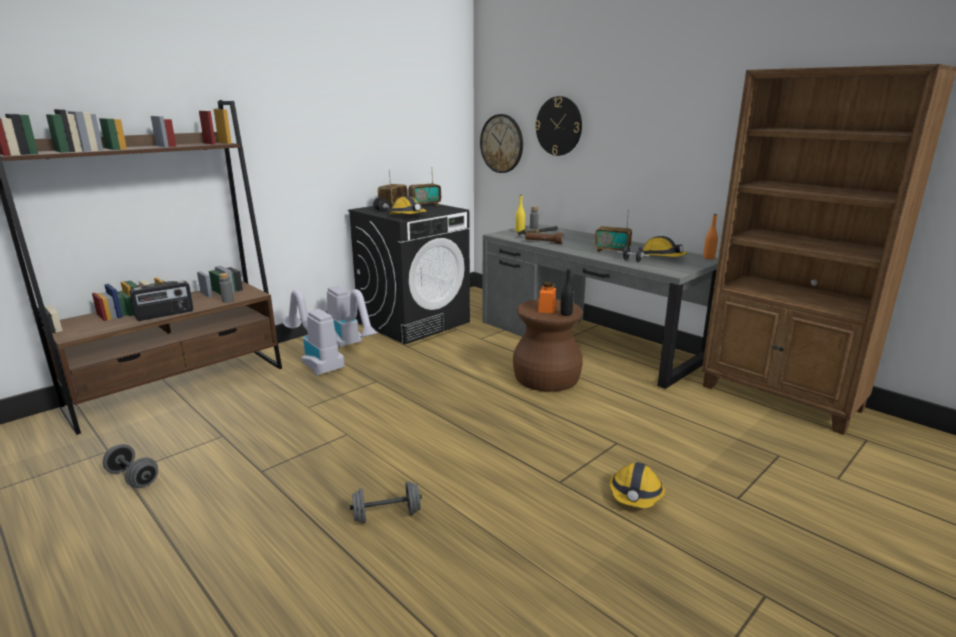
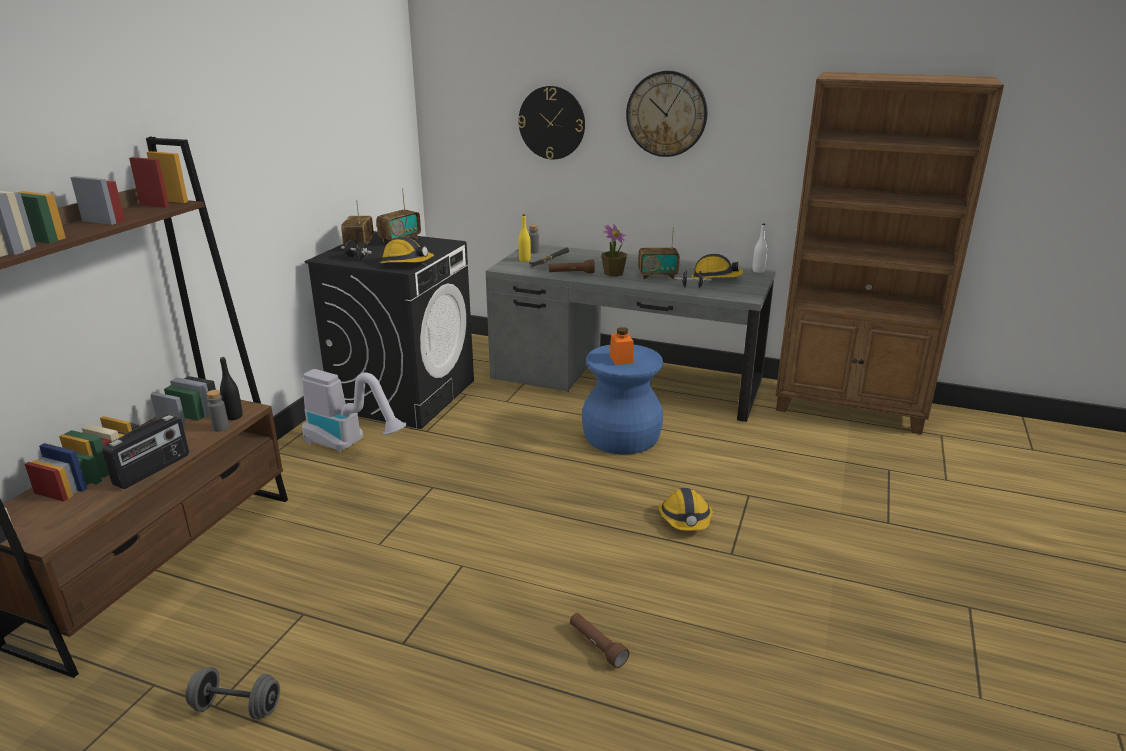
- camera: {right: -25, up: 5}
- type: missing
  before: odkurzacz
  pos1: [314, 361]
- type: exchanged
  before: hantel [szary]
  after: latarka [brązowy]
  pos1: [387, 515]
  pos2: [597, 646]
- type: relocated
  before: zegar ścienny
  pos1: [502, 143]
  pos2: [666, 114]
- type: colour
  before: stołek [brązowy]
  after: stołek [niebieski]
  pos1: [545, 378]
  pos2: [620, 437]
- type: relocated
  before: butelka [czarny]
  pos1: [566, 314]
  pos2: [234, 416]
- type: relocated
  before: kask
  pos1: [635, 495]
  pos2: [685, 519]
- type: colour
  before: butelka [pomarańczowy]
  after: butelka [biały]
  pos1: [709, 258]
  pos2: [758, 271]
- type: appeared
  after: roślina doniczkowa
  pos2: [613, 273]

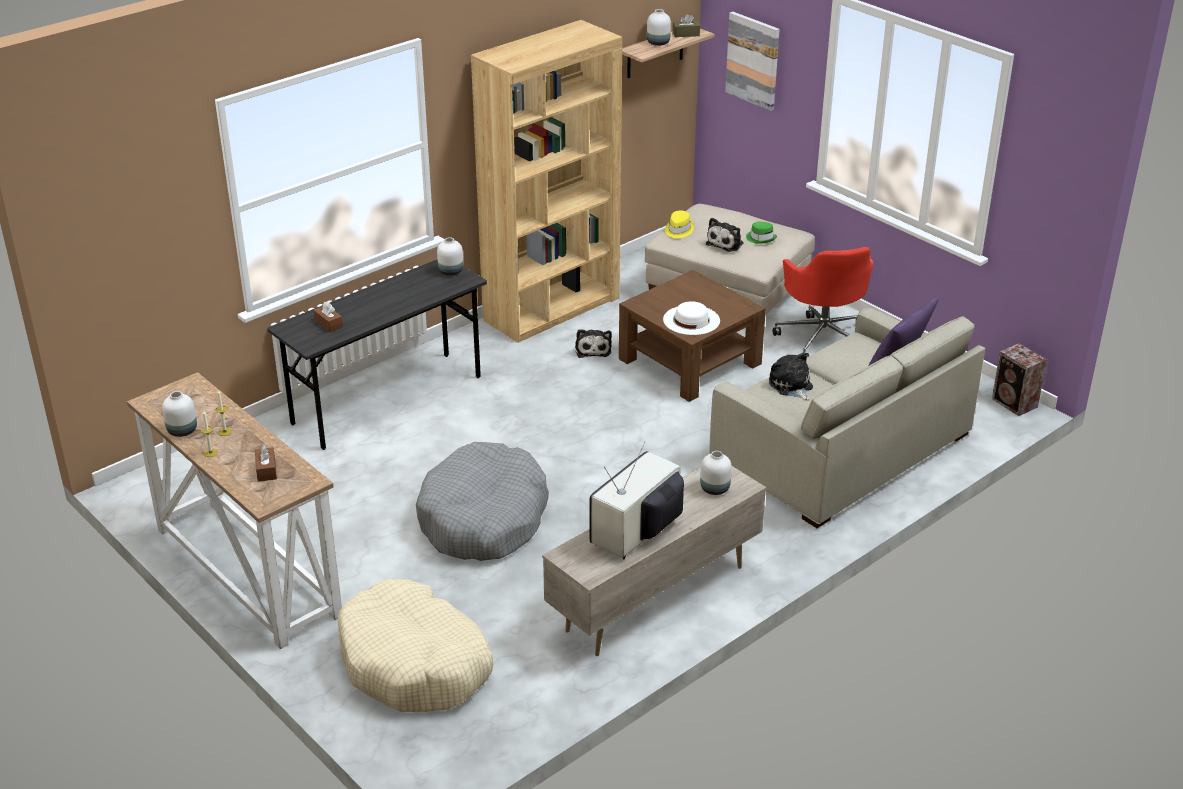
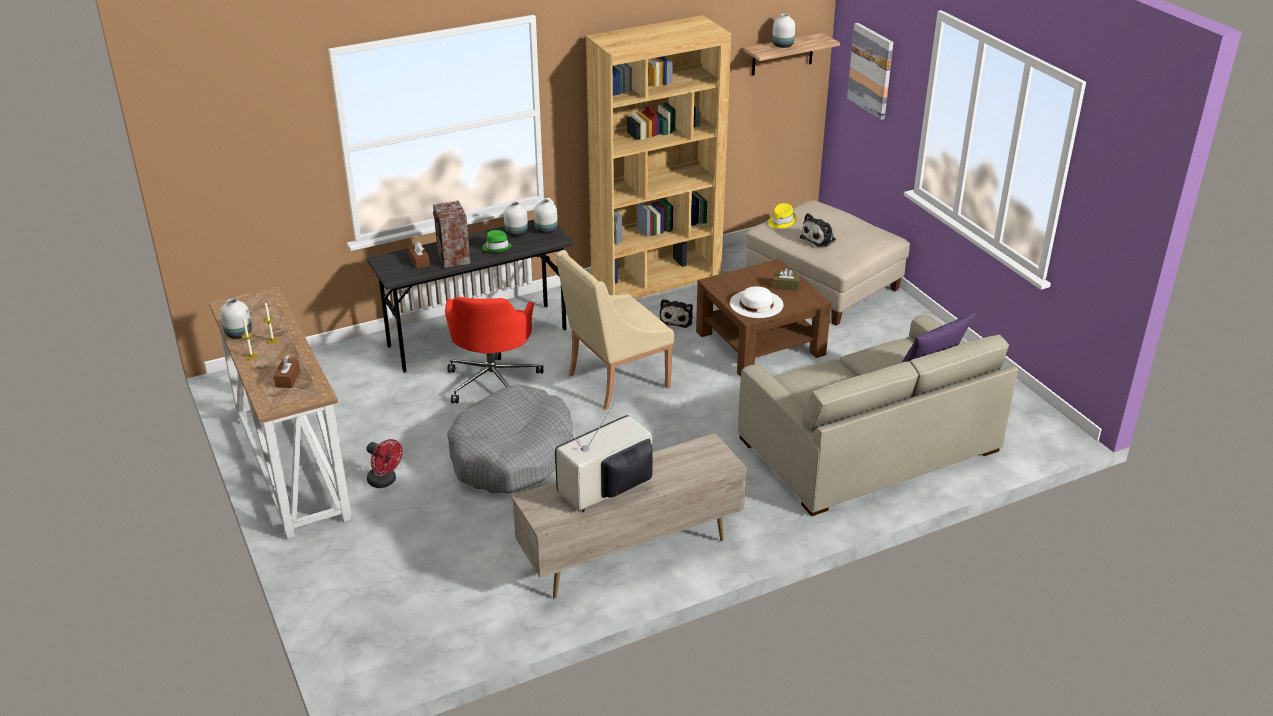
- camera: {right: 15, up: 0}
- type: missing
  before: legowisko [beżowy]
  pos1: [414, 663]
- type: relocated
  before: pudełko chusteczek [brązowy]
  pos1: [686, 34]
  pos2: [786, 286]
- type: relocated
  before: wazon [biały]
  pos1: [715, 488]
  pos2: [517, 232]
- type: relocated
  before: kapelusz [zielony]
  pos1: [761, 238]
  pos2: [497, 247]
- type: missing
  before: pluszak
  pos1: [791, 386]
- type: relocated
  before: krzesło biurowe [czerwony]
  pos1: [823, 337]
  pos2: [493, 381]
- type: relocated
  before: głośnik
  pos1: [1015, 404]
  pos2: [453, 258]
- type: appeared
  after: wentylator [czerwony]
  pos2: [385, 481]
- type: appeared
  after: fotel [beżowy]
  pos2: [615, 381]

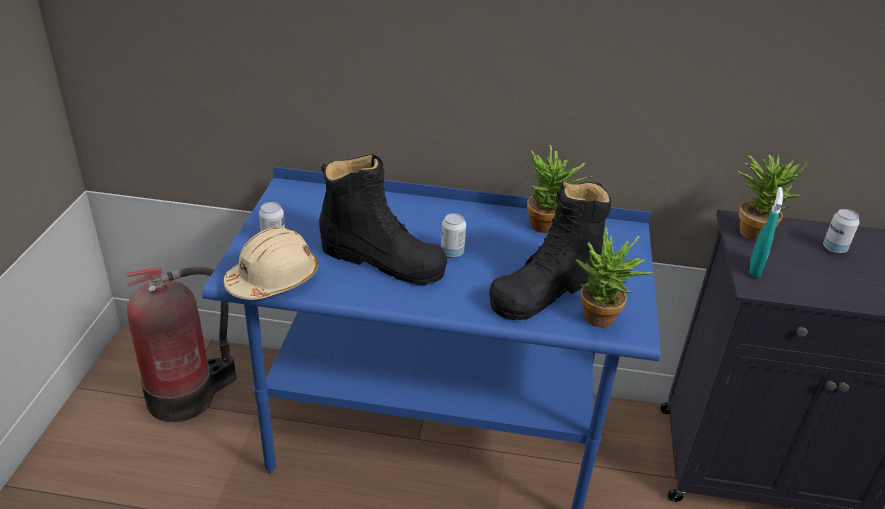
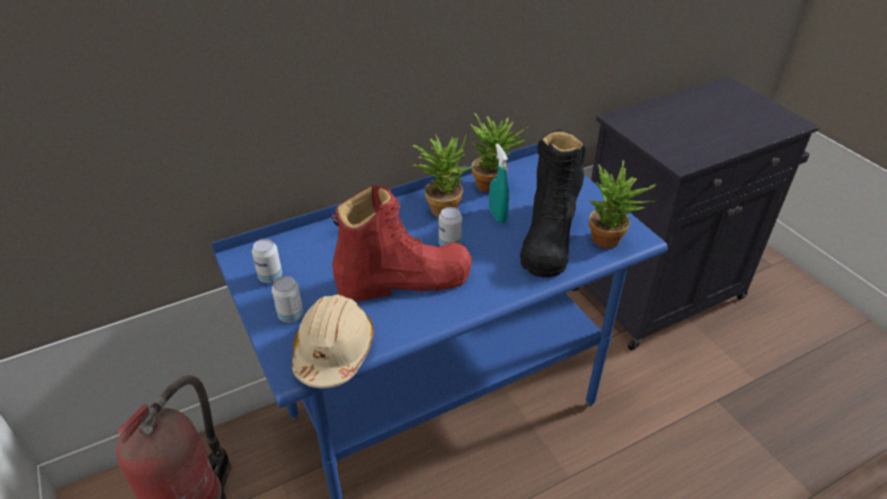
- camera: {right: -35, up: 5}
- type: colour
  before: but z cholewką [czarny]
  after: but z cholewką [czerwony]
  pos1: [382, 260]
  pos2: [404, 280]
- type: relocated
  before: roślina doniczkowa
  pos1: [754, 230]
  pos2: [442, 206]
- type: relocated
  before: spryskiwacz [turkusowy]
  pos1: [755, 269]
  pos2: [497, 215]
- type: relocated
  before: puszka
  pos1: [834, 248]
  pos2: [270, 276]

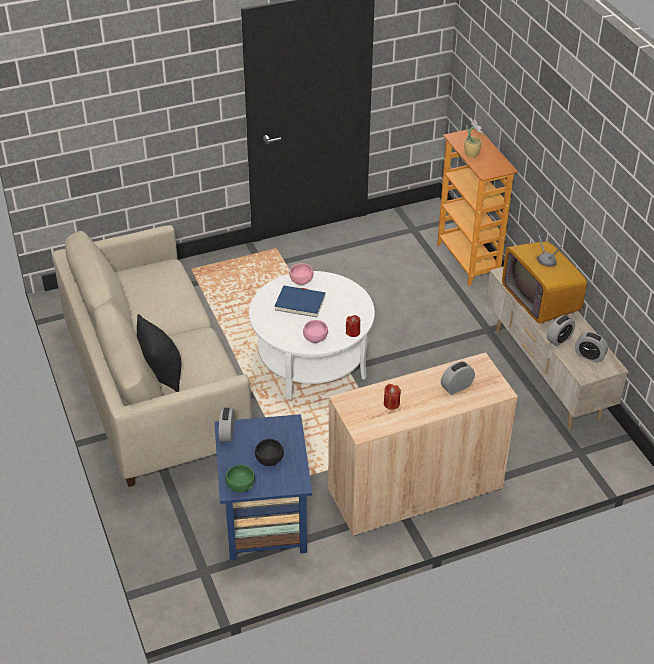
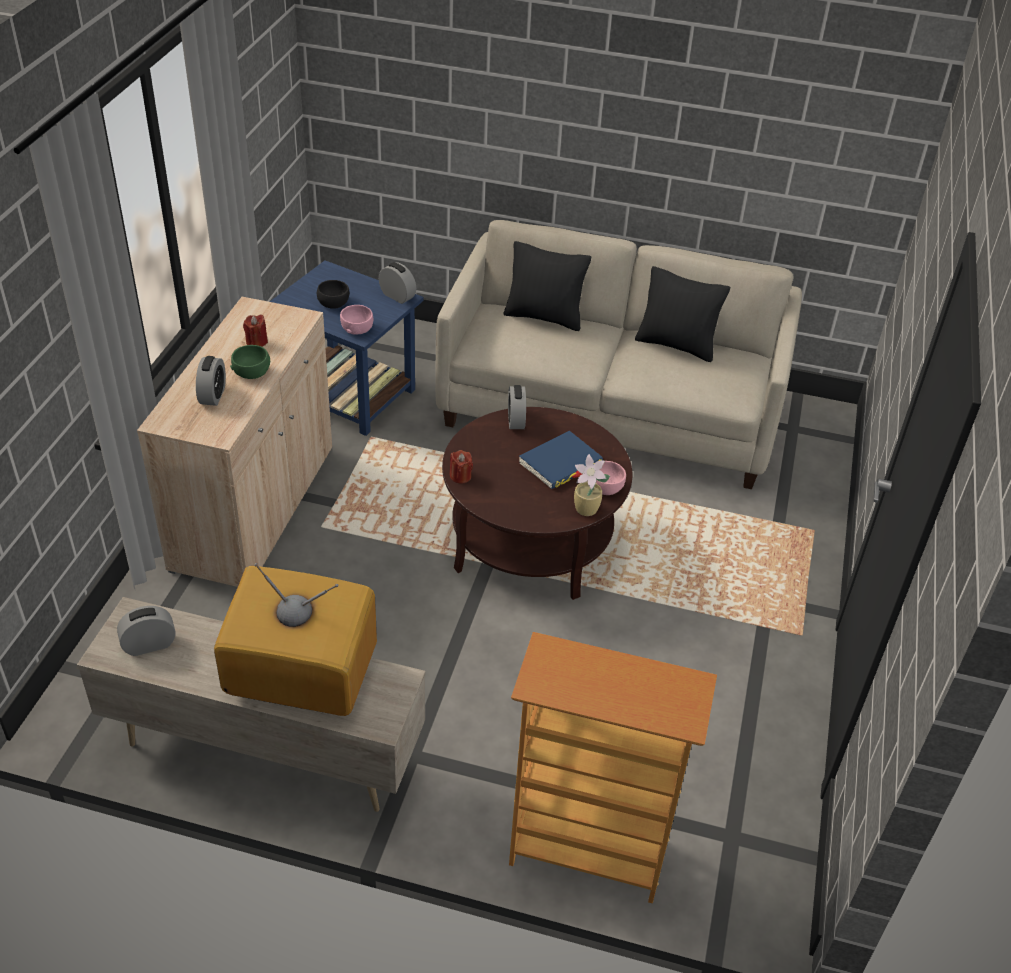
- camera: {right: 125, up: 0}
- type: relocated
  before: miska [zielony]
  pos1: [240, 485]
  pos2: [252, 372]
- type: colour
  before: ława [biały]
  after: ława [brązowy]
  pos1: [311, 361]
  pos2: [531, 541]
- type: relocated
  before: miska [różowy]
  pos1: [315, 338]
  pos2: [357, 329]
- type: relocated
  before: roślina doniczkowa
  pos1: [472, 153]
  pos2: [587, 510]
- type: relocated
  before: budzik
  pos1: [559, 339]
  pos2: [516, 420]
- type: appeared
  after: poduszka [czarny]
  pos2: [676, 345]

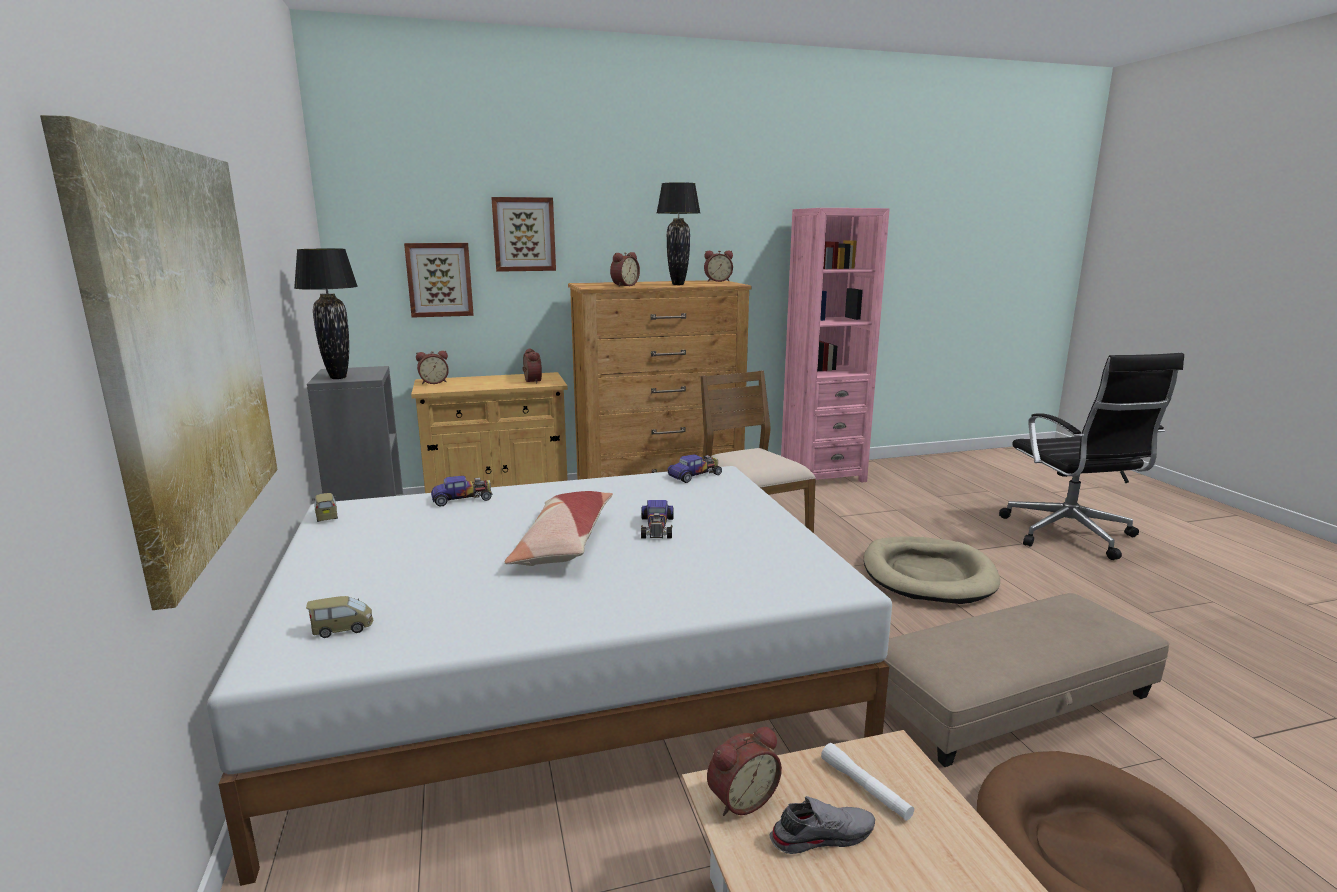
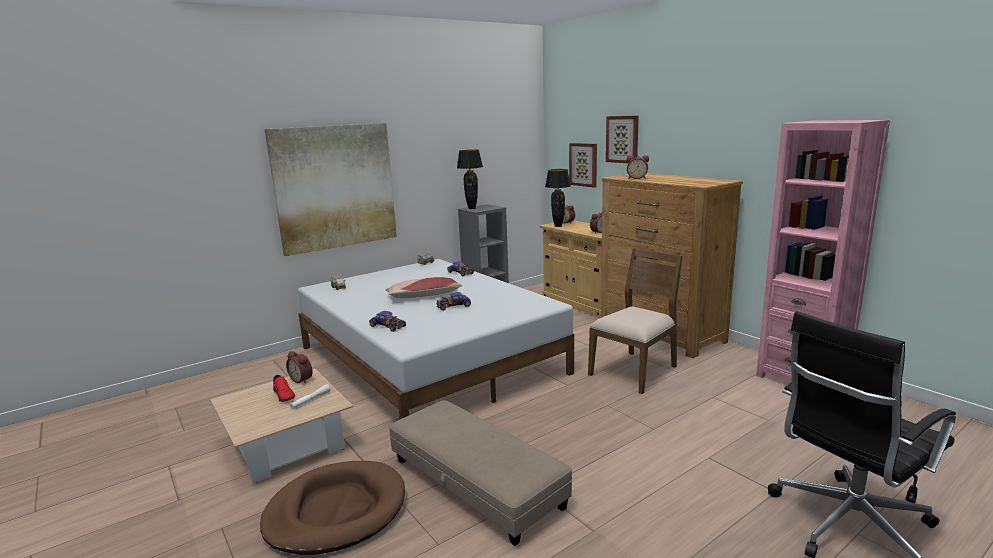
- camera: {right: 70, up: 0}
- type: relocated
  before: lampa stołowa [czarny]
  pos1: [678, 284]
  pos2: [558, 226]
- type: relocated
  before: samochodzik
  pos1: [695, 475]
  pos2: [388, 326]
- type: missing
  before: budzik
  pos1: [717, 281]
- type: colour
  before: but [szary]
  after: but [czerwony]
  pos1: [821, 835]
  pos2: [284, 395]
- type: missing
  before: legowisko [beżowy]
  pos1: [928, 575]

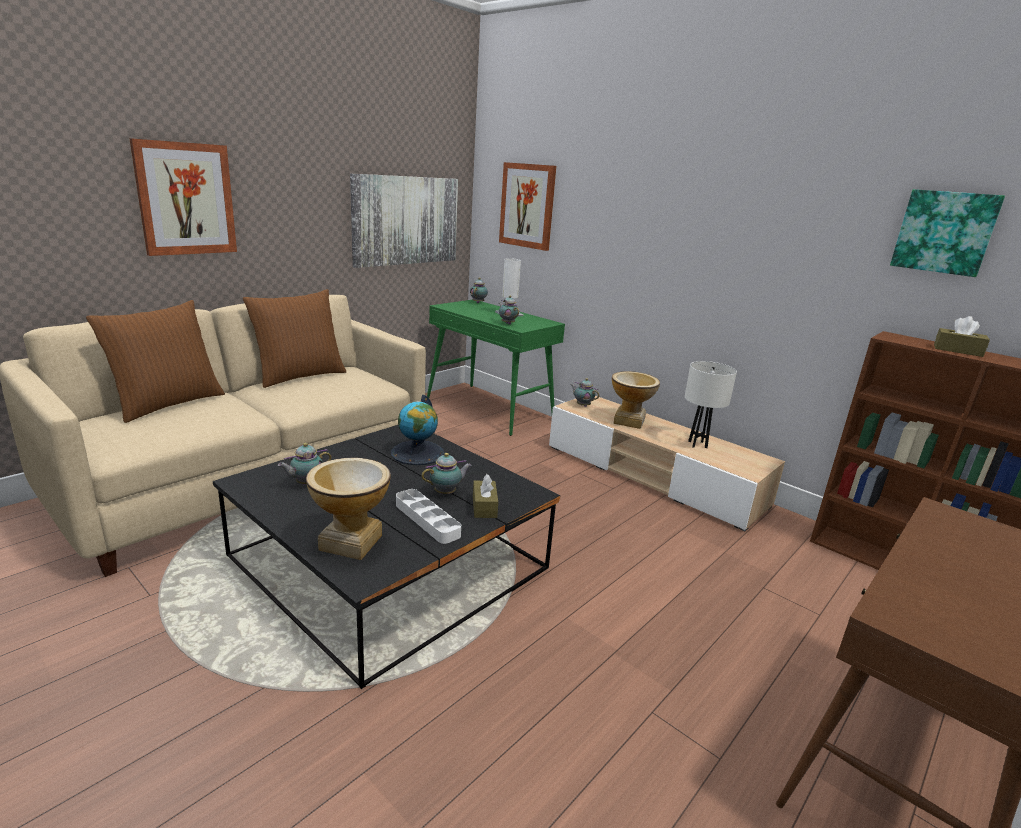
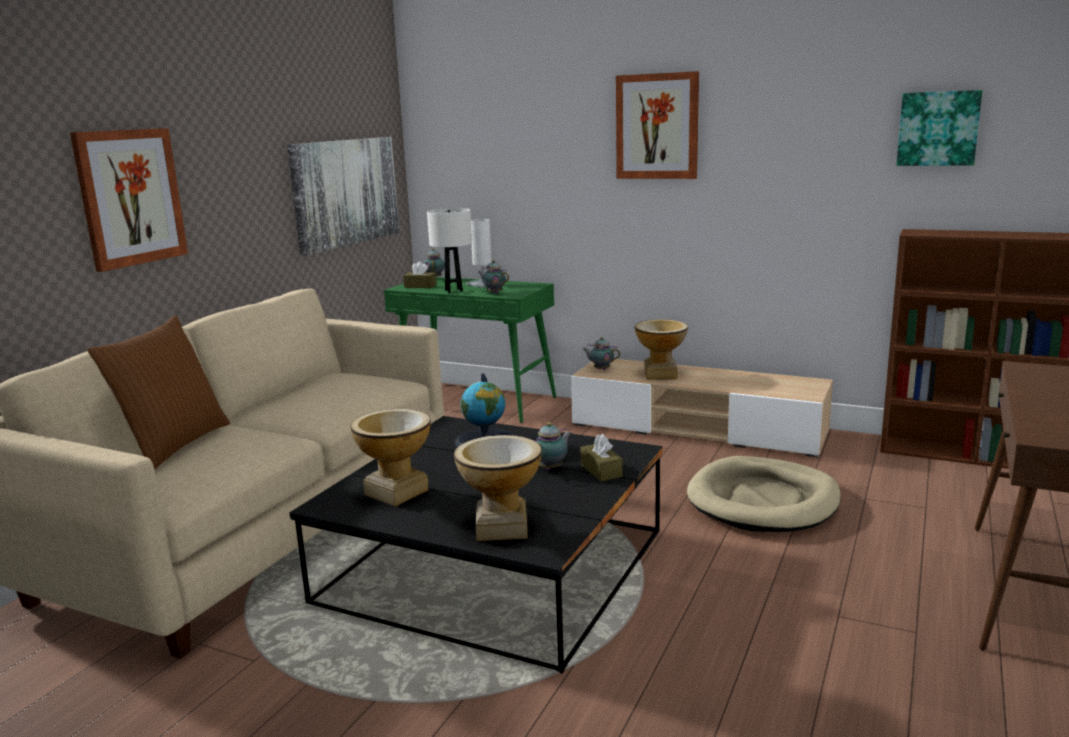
- camera: {right: -15, up: -5}
- type: missing
  before: poduszka [brązowy]
  pos1: [299, 376]
- type: exchanged
  before: imbryk
  after: wazon
  pos1: [306, 483]
  pos2: [397, 492]
- type: missing
  before: taca [biały]
  pos1: [427, 519]
- type: relocated
  before: obraz
  pos1: [527, 206]
  pos2: [657, 126]
- type: relocated
  before: lampa stołowa [biały]
  pos1: [697, 444]
  pos2: [453, 291]
- type: relocated
  before: pudełko chusteczek [brązowy]
  pos1: [957, 350]
  pos2: [420, 286]
- type: appeared
  after: legowisko [beżowy]
  pos2: [763, 501]

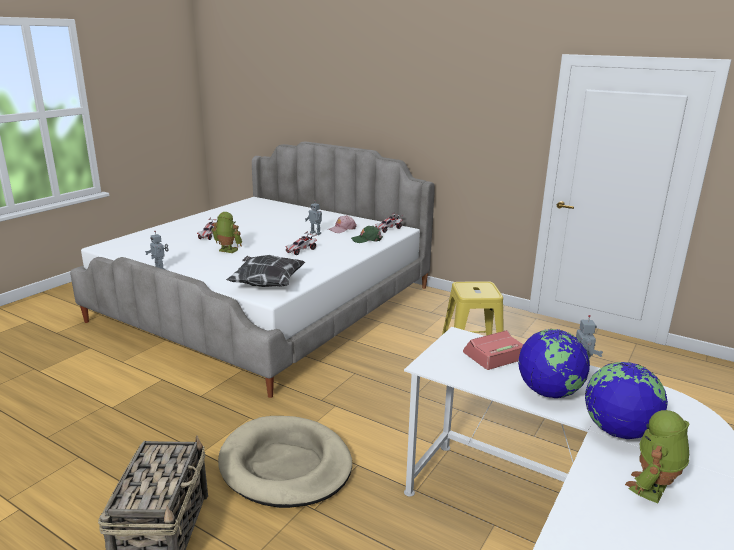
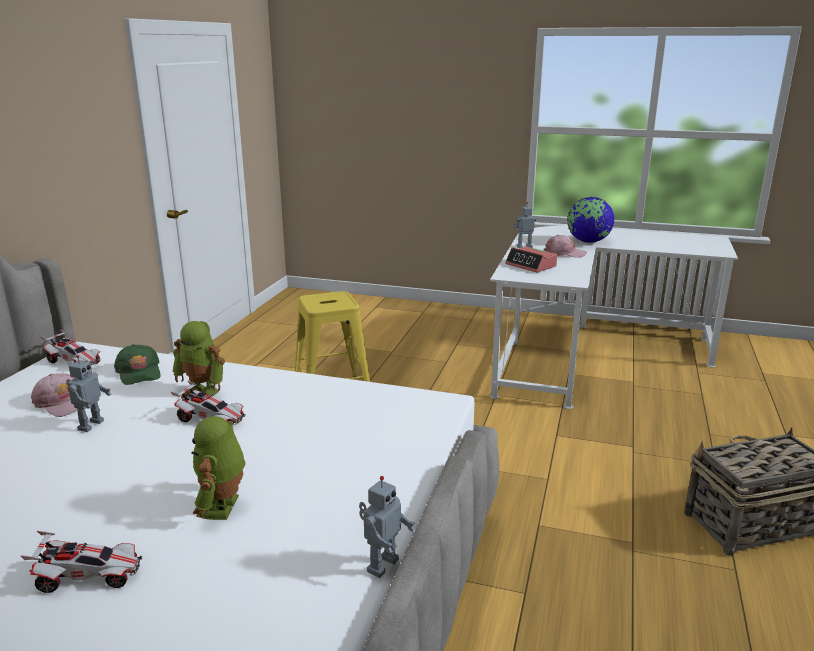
- camera: {right: -105, up: 0}
- type: missing
  before: legowisko [beżowy]
  pos1: [285, 465]
- type: missing
  before: poduszka
  pos1: [266, 284]
- type: exchanged
  before: globus
  after: czapka z daszkiem [różowy]
  pos1: [549, 392]
  pos2: [564, 253]
- type: relocated
  before: robot zabawkowy
  pos1: [652, 489]
  pos2: [202, 391]

